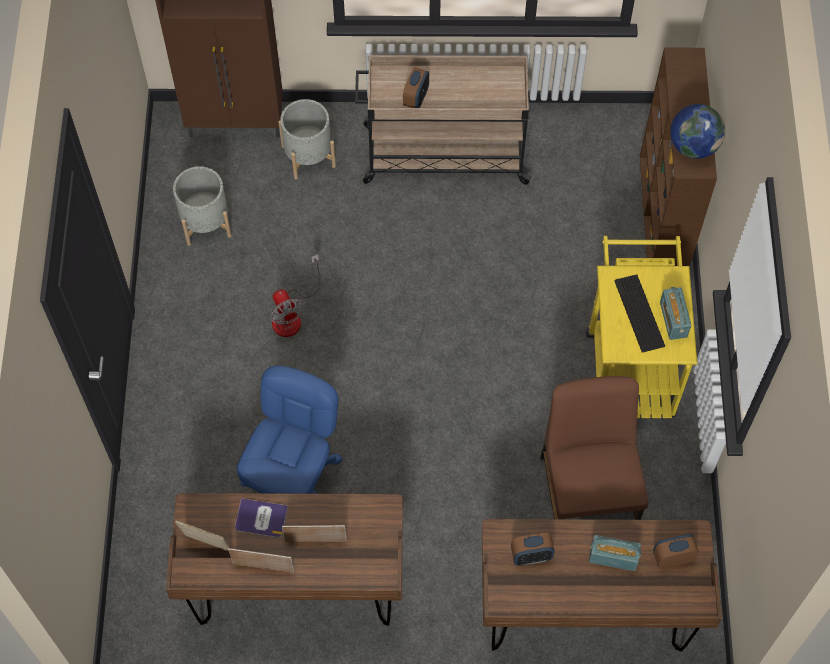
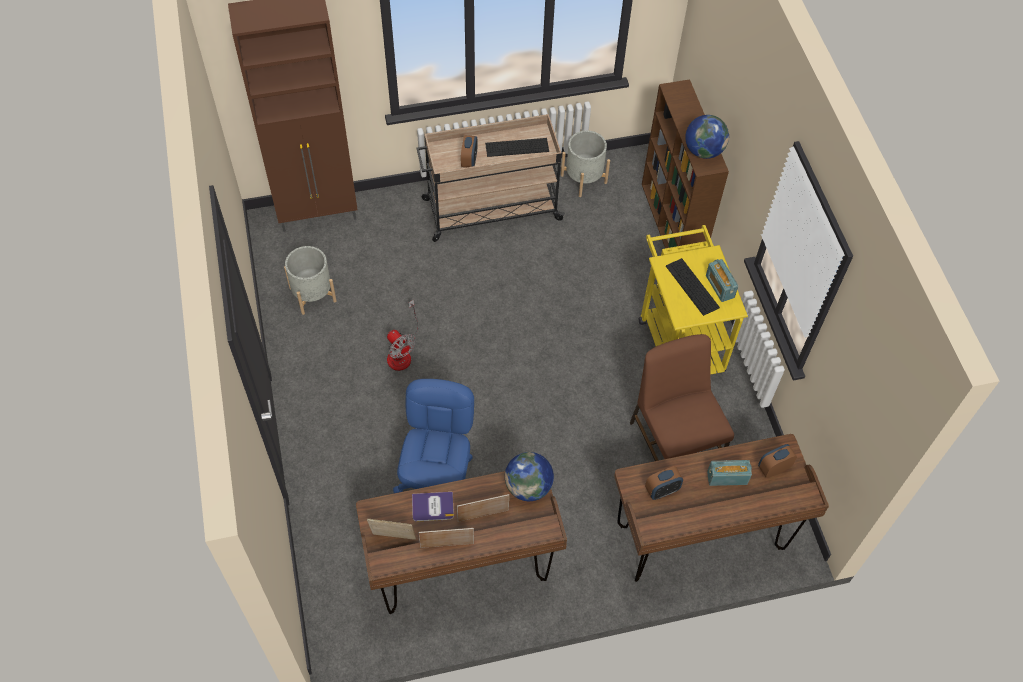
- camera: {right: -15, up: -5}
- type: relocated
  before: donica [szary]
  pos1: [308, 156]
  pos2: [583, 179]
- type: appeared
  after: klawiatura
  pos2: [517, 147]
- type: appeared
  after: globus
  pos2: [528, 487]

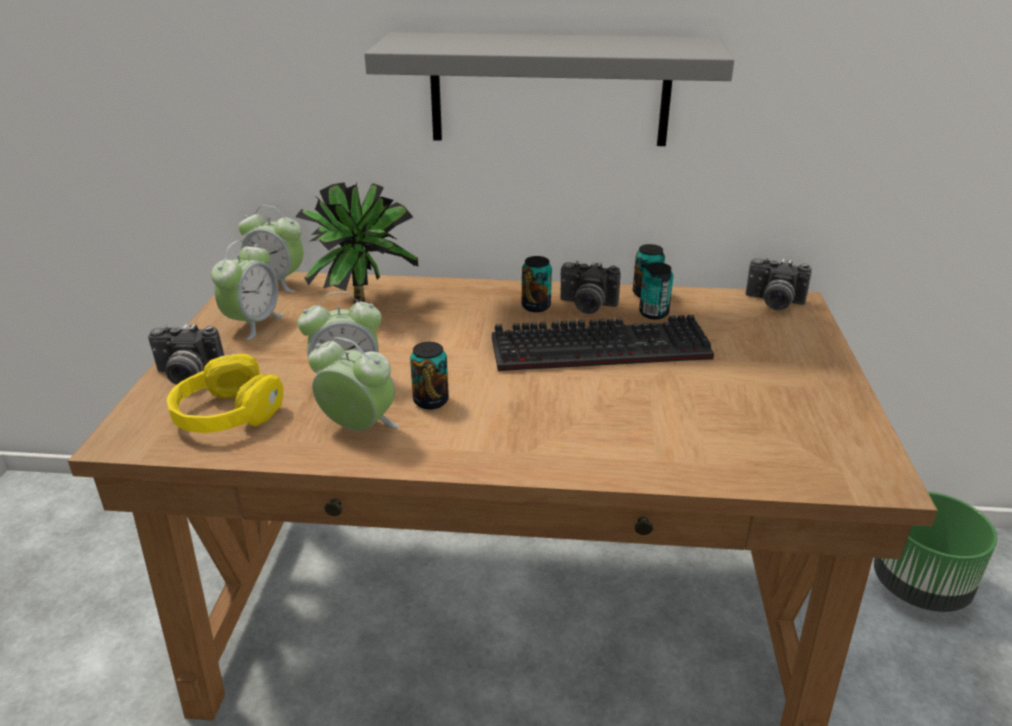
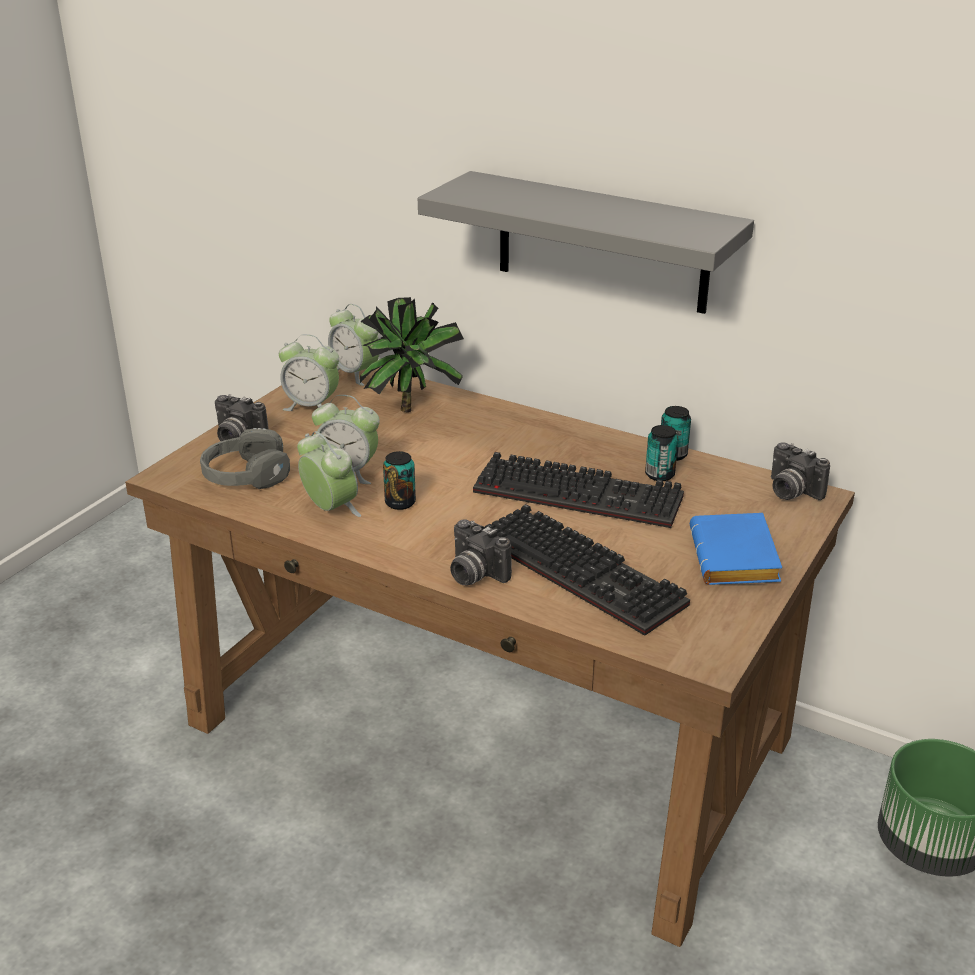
- camera: {right: 25, up: 0}
- type: colour
  before: słuchawki [żółty]
  after: słuchawki [szary]
  pos1: [227, 415]
  pos2: [246, 475]
- type: spun
  before: budzik
  pos1: [253, 323]
  pos2: [312, 407]
  turn: 60
- type: missing
  before: puszka
  pos1: [536, 306]
- type: relocated
  before: aparat fotograficzny
  pos1: [586, 306]
  pos2: [473, 574]
- type: appeared
  after: klawiatura
  pos2: [586, 572]
- type: appeared
  after: książka [niebieski]
  pos2: [737, 560]

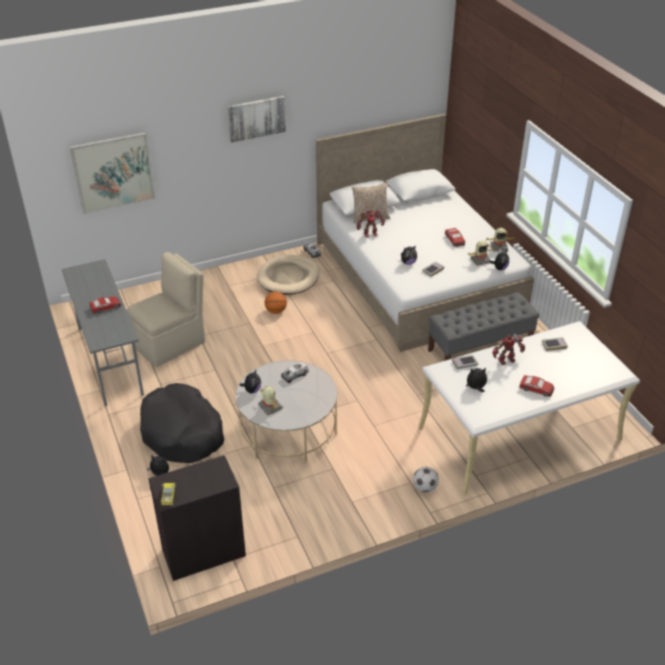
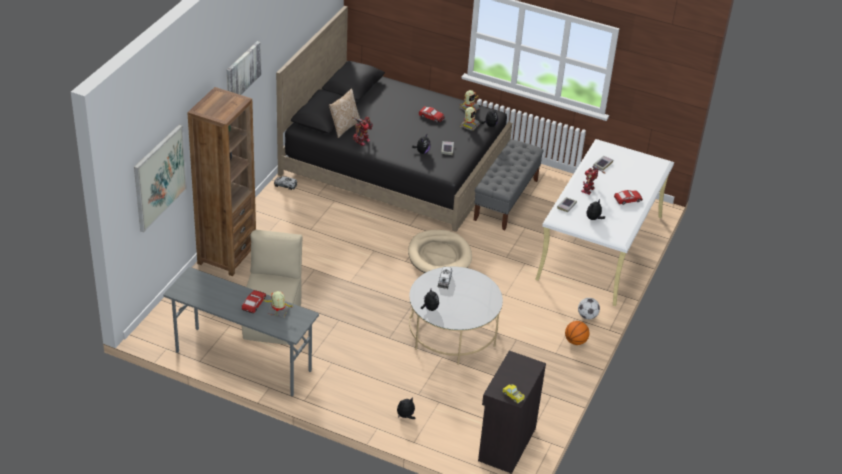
- camera: {right: -45, up: 0}
- type: missing
  before: legowisko [czarny]
  pos1: [182, 433]
- type: relocated
  before: legowisko [beżowy]
  pos1: [288, 277]
  pos2: [439, 256]
- type: relocated
  before: robot zabawkowy
  pos1: [270, 407]
  pos2: [278, 311]
- type: relocated
  before: piłka do koszykówki
  pos1: [276, 311]
  pos2: [575, 341]
- type: colour
  before: łóżko [biały]
  after: łóżko [czarny]
  pos1: [419, 276]
  pos2: [395, 164]
- type: appeared
  after: regał [brązowy]
  pos2: [227, 256]

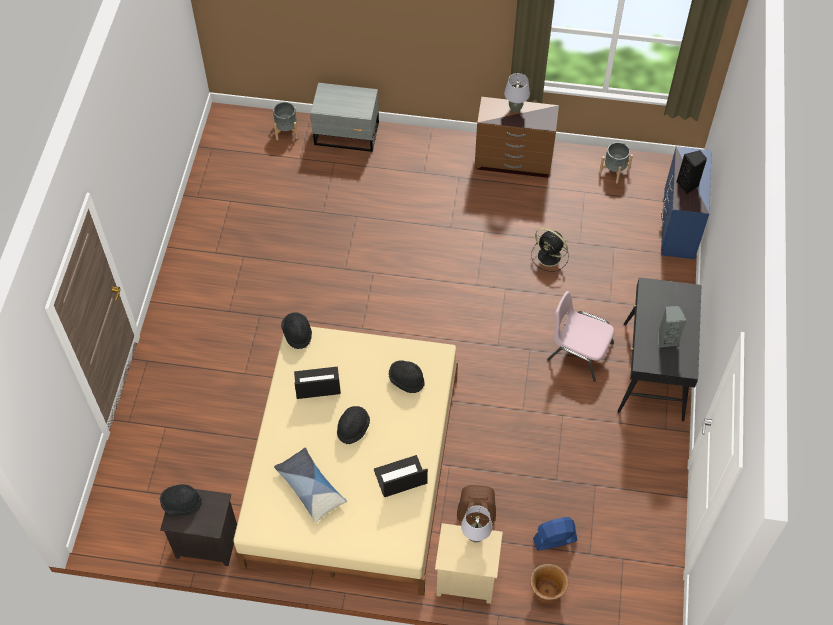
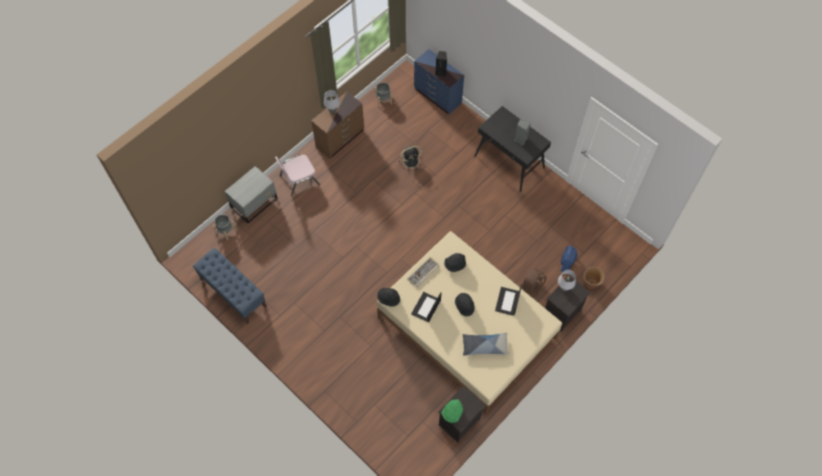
- camera: {right: -55, up: 5}
- type: colour
  before: kapelusz [czarny]
  after: kapelusz [zielony]
  pos1: [181, 504]
  pos2: [452, 413]
- type: colour
  before: szafka nocna [beżowy]
  after: szafka nocna [czarny]
  pos1: [465, 580]
  pos2: [561, 314]
- type: relocated
  before: krzesło [różowy]
  pos1: [579, 351]
  pos2: [298, 180]
- type: appeared
  after: ławka [niebieski]
  pos2: [233, 292]
- type: appeared
  after: klawiatura
  pos2: [423, 273]

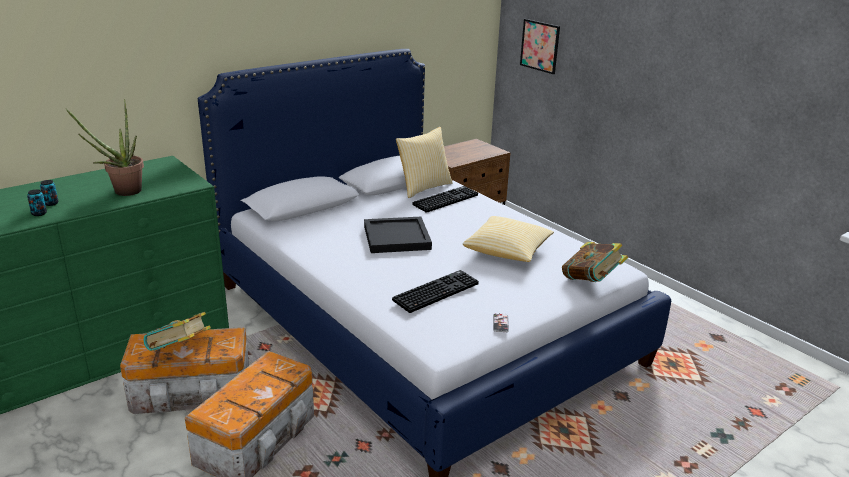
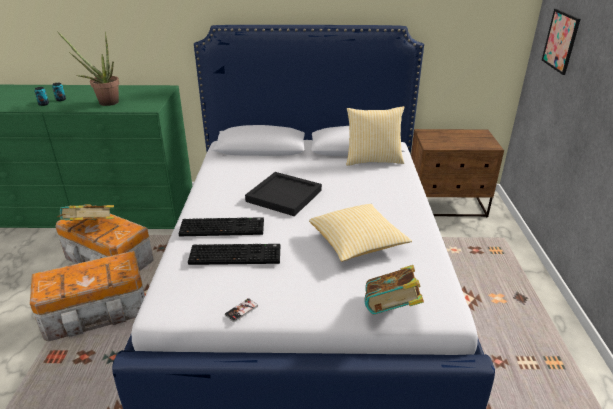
- camera: {right: 40, up: 5}
- type: relocated
  before: klawiatura
  pos1: [445, 199]
  pos2: [223, 227]

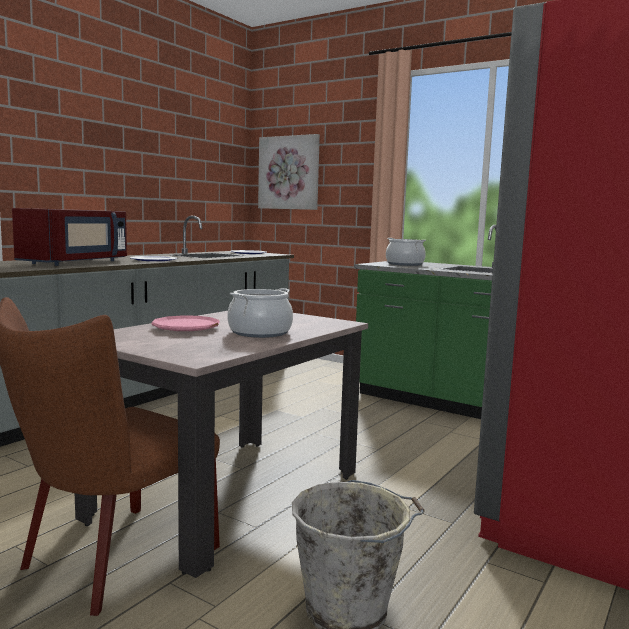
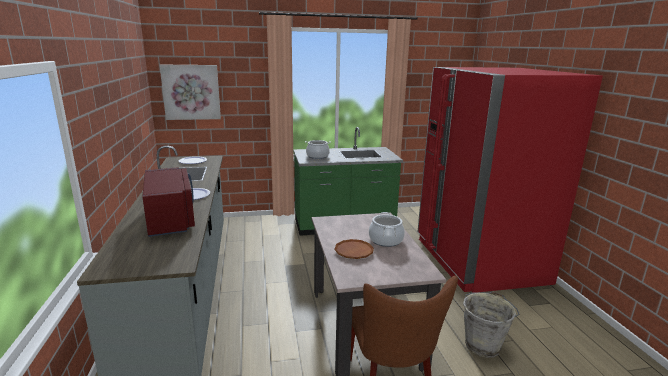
- camera: {right: -45, up: 10}
- type: colour
  before: talerz [różowy]
  after: talerz [brązowy]
  pos1: [186, 328]
  pos2: [353, 252]

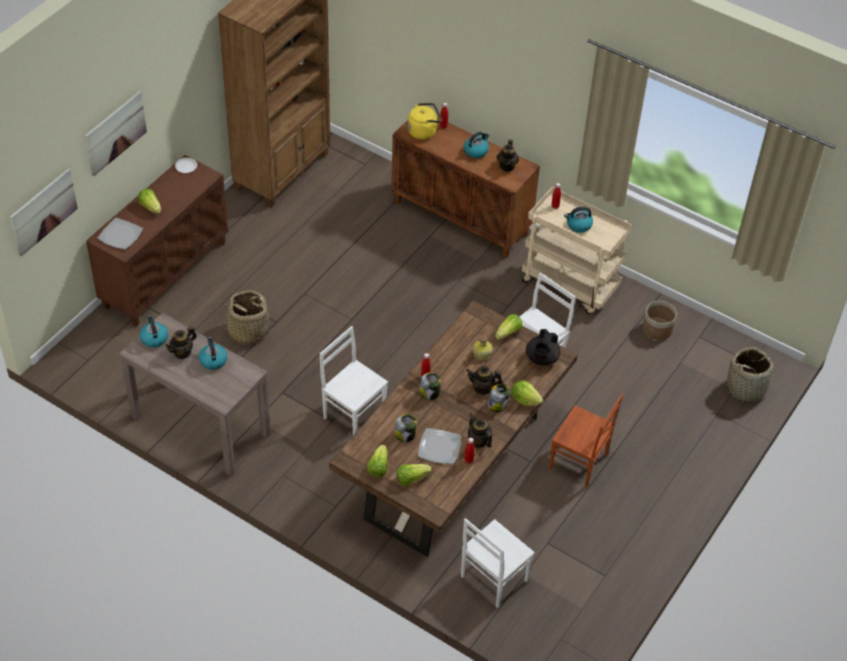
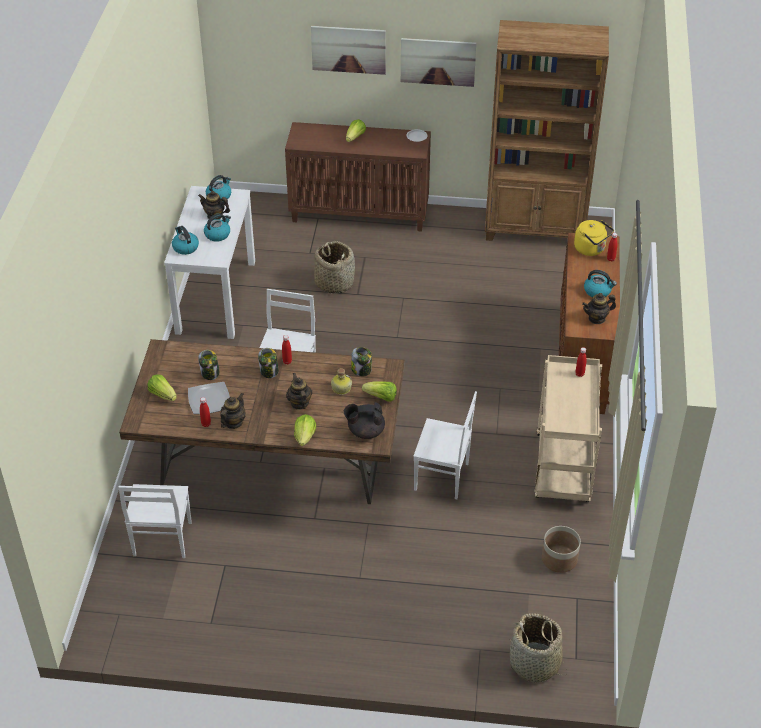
- camera: {right: 65, up: -5}
- type: relocated
  before: obraz
  pos1: [43, 211]
  pos2: [438, 61]
- type: missing
  before: talerz
  pos1: [121, 235]
- type: colour
  before: stolik konsolowy [brązowy]
  after: stolik konsolowy [biały]
  pos1: [200, 425]
  pos2: [216, 296]
- type: missing
  before: sałata
  pos1: [378, 467]
- type: spun
  before: krzesło [biały]
  pos1: [492, 578]
  pos2: [161, 540]
  turn: -105
- type: relocated
  before: słoik
  pos1: [497, 405]
  pos2: [361, 370]
- type: missing
  before: krzesło [brązowy]
  pos1: [578, 463]
- type: relocated
  before: czajnik
  pos1: [578, 225]
  pos2: [185, 247]

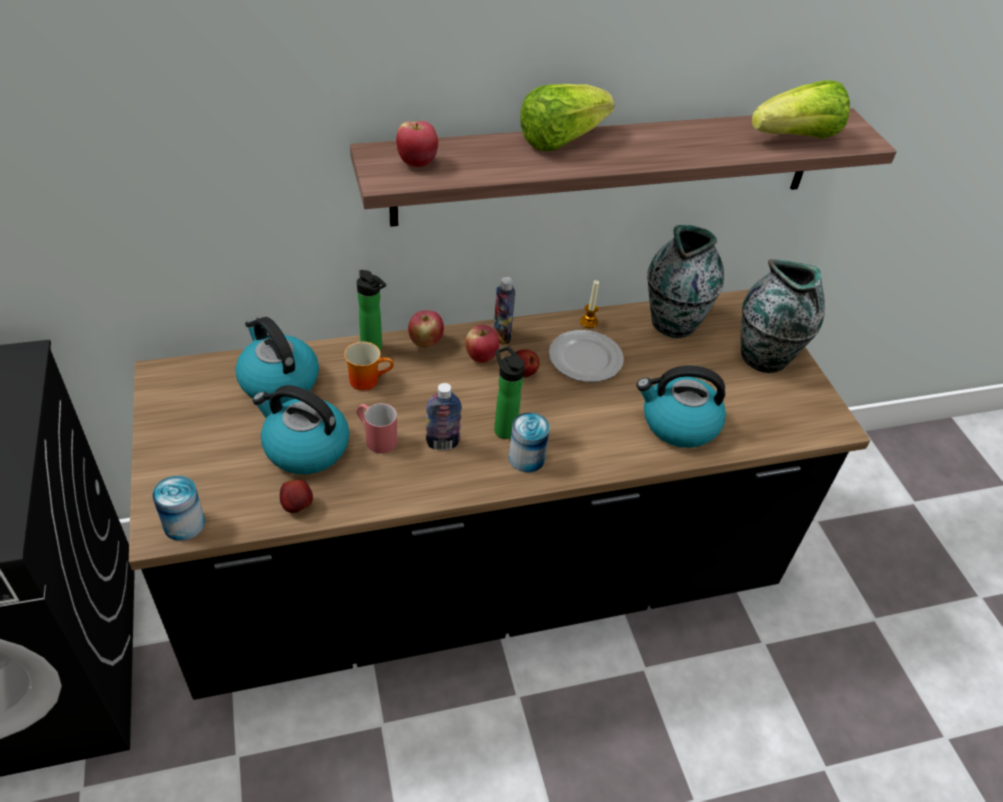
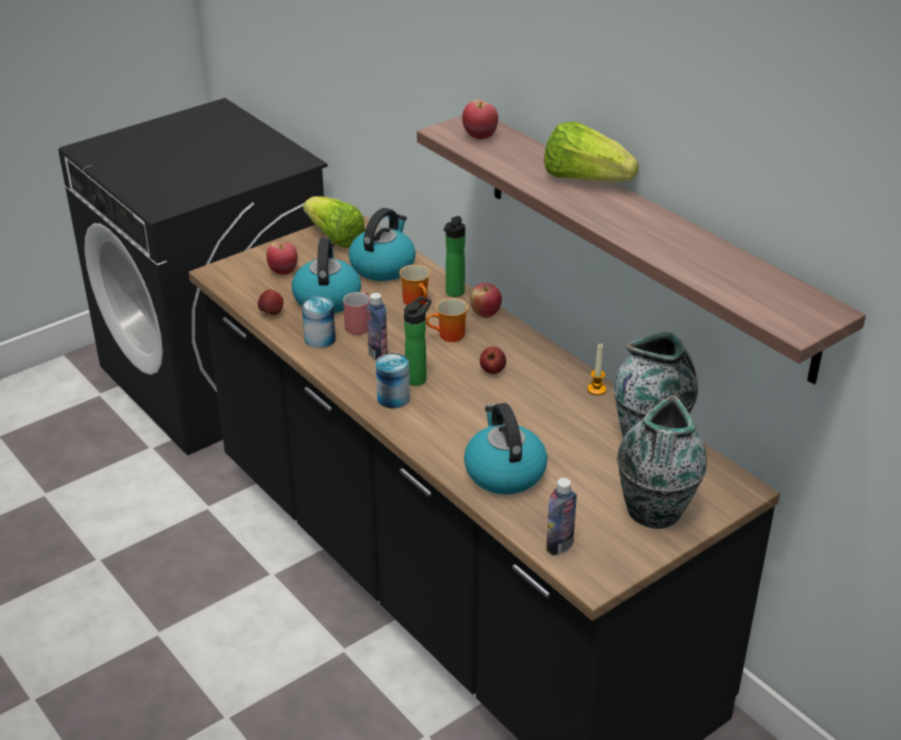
- camera: {right: 70, up: -10}
- type: relocated
  before: puszka
  pos1: [184, 524]
  pos2: [320, 339]
- type: relocated
  before: jabłko
  pos1: [481, 357]
  pos2: [283, 271]
- type: relocated
  before: butelka
  pos1: [501, 336]
  pos2: [559, 546]
- type: missing
  before: talerz
  pos1: [584, 359]
- type: relocated
  before: sałata
  pos1: [796, 138]
  pos2: [334, 238]
- type: appeared
  after: kubek
  pos2: [449, 336]

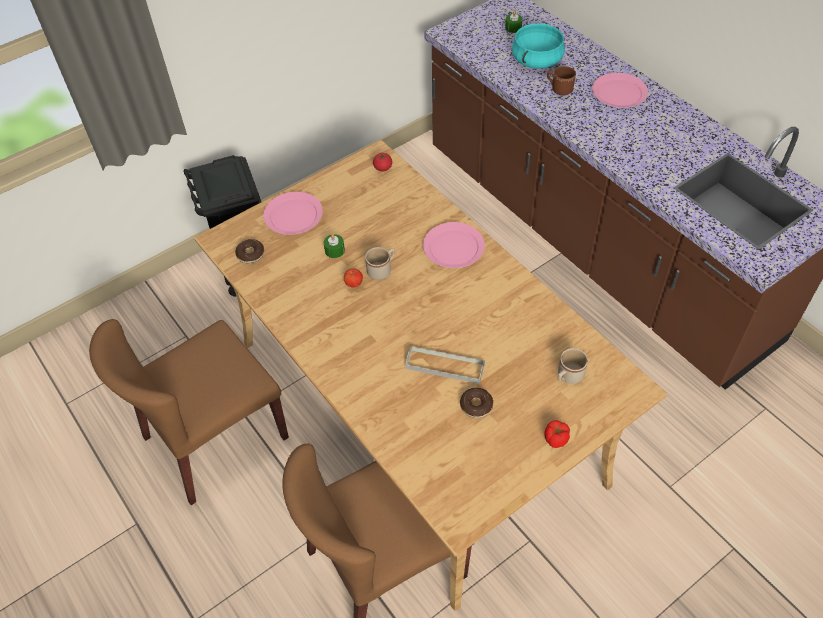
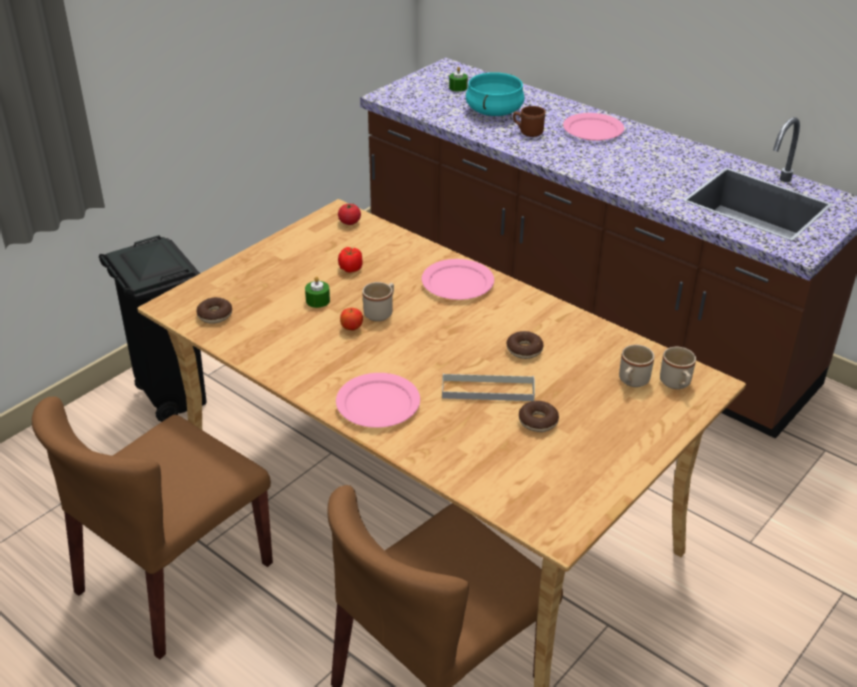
- camera: {right: -15, up: -15}
- type: relocated
  before: talerz [różowy]
  pos1: [293, 215]
  pos2: [377, 403]
- type: relocated
  before: pomidor
  pos1: [555, 439]
  pos2: [350, 269]
- type: appeared
  after: donut
  pos2: [524, 350]
- type: appeared
  after: kubek [beżowy]
  pos2: [676, 384]

